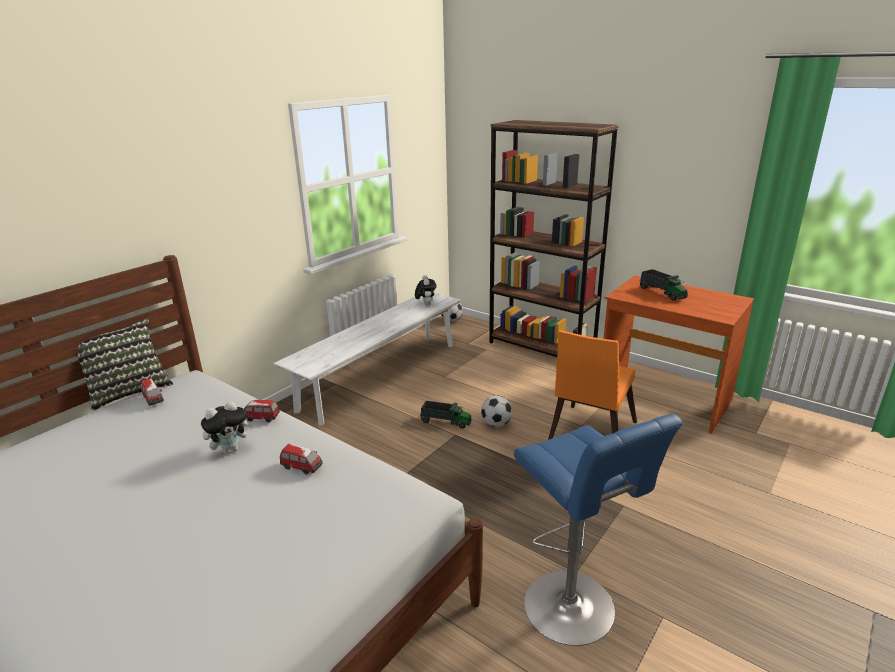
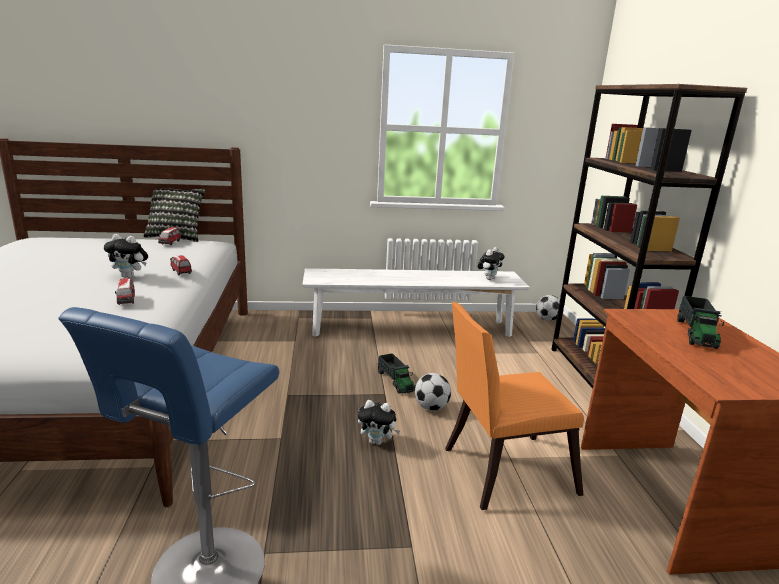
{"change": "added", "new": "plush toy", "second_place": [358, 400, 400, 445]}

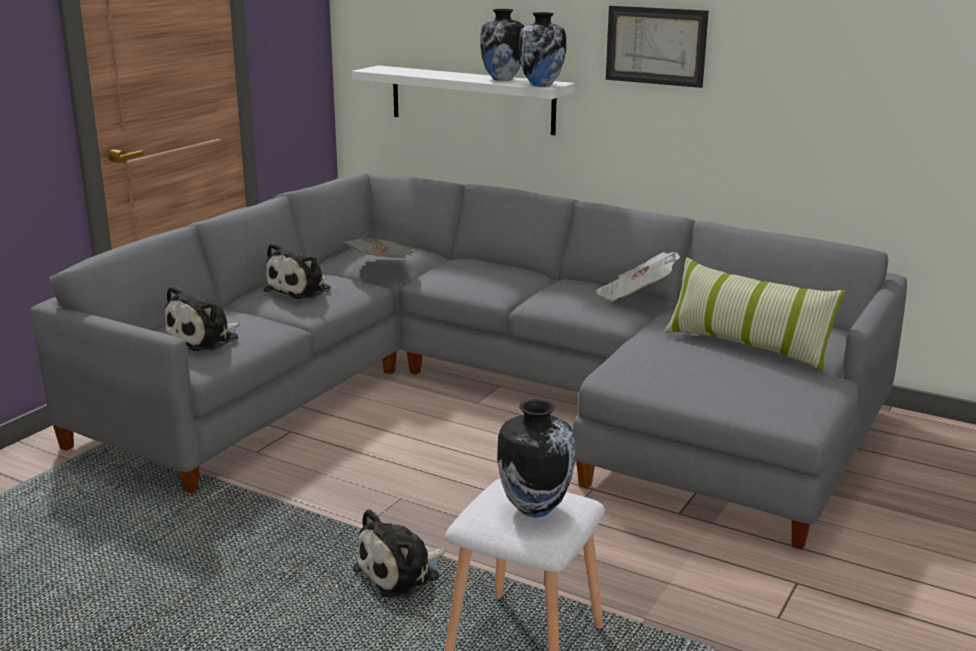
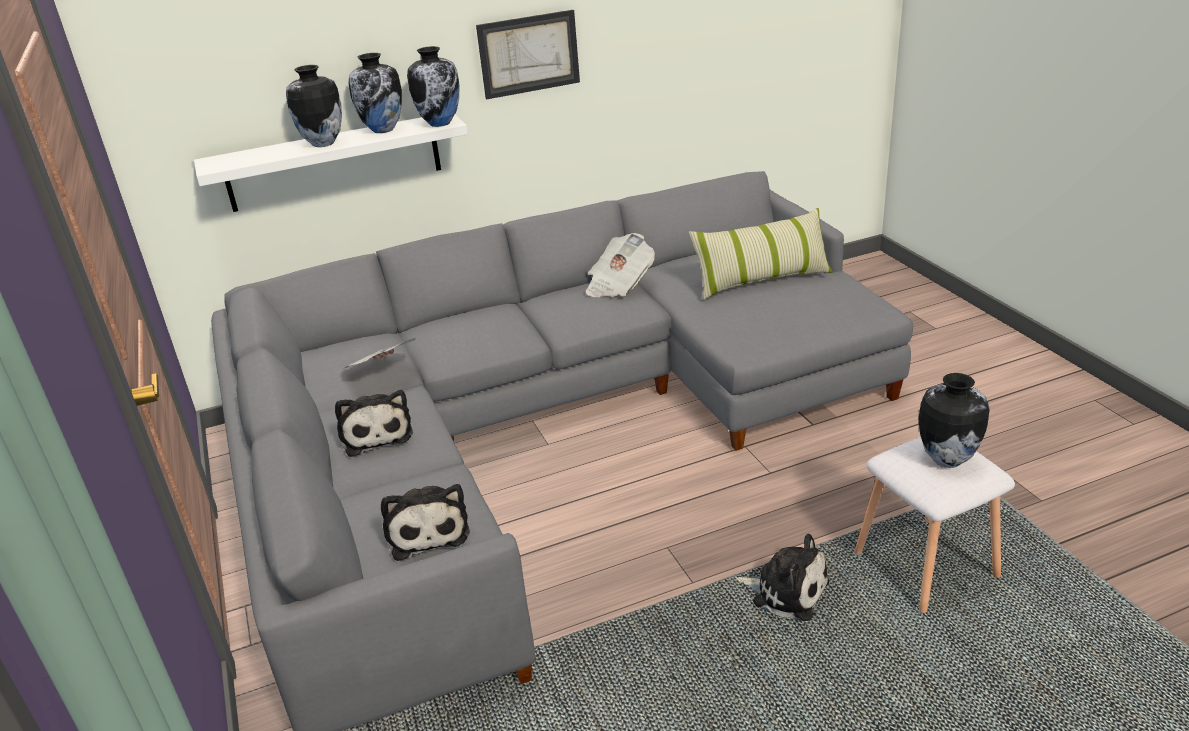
{"change": "turned", "old": "plush toy", "first_place": [353, 509, 445, 598], "second_place": [736, 534, 829, 621], "degrees": -60}
{"change": "added", "new": "vase", "second_place": [286, 65, 342, 147]}

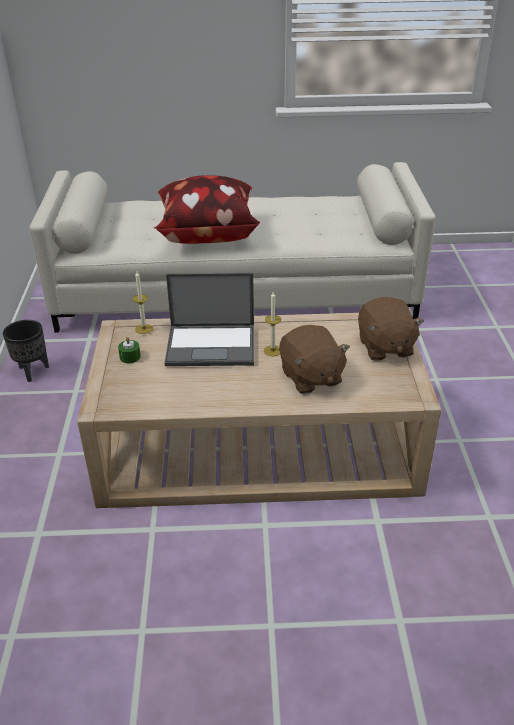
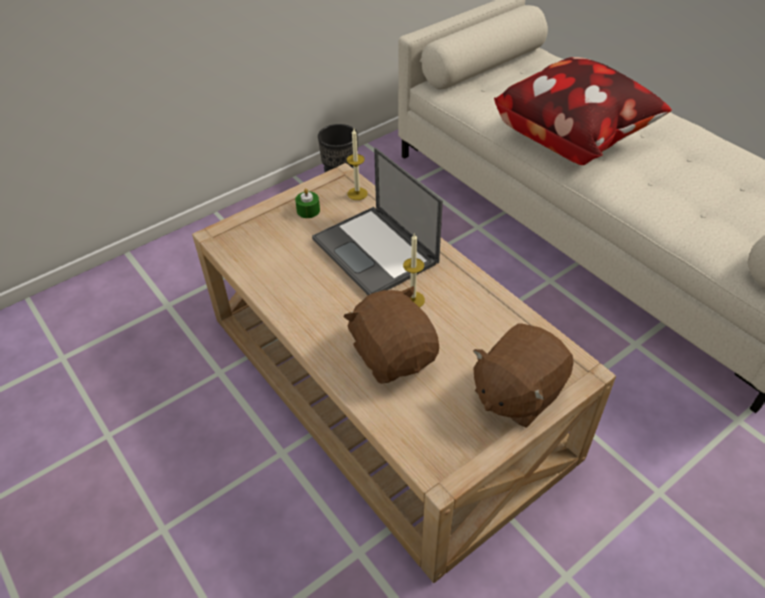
{"change": "turned", "old": "brown plush toy", "first_place": [279, 325, 350, 394], "second_place": [343, 286, 439, 384], "degrees": 120}

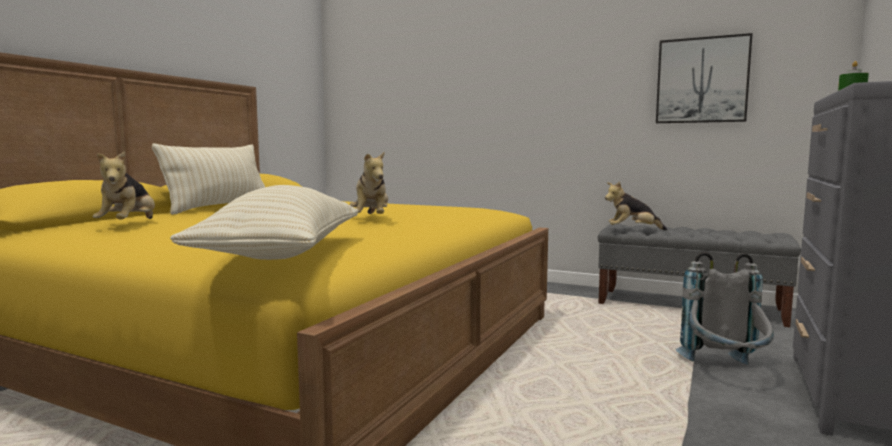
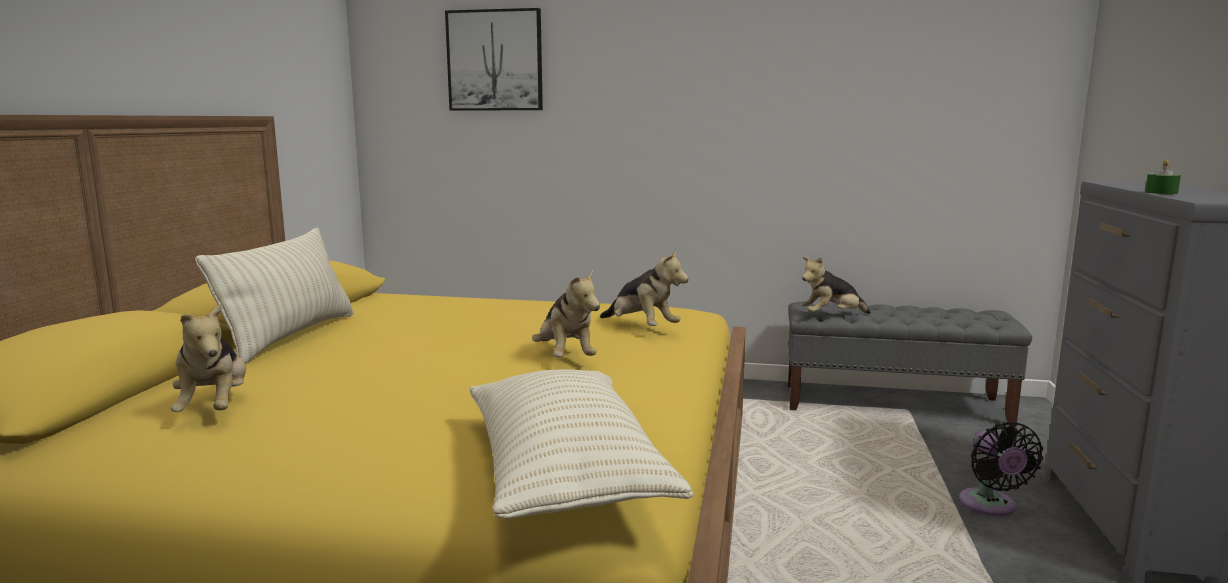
{"change": "moved", "old": "picture", "first_place": [656, 33, 753, 123], "second_place": [445, 8, 543, 110]}
{"change": "replaced", "old": "grey backpack", "new": "black fan", "first_place": [675, 252, 774, 365], "second_place": [959, 422, 1043, 516]}
{"change": "added", "new": "plush toy", "second_place": [600, 248, 689, 326]}

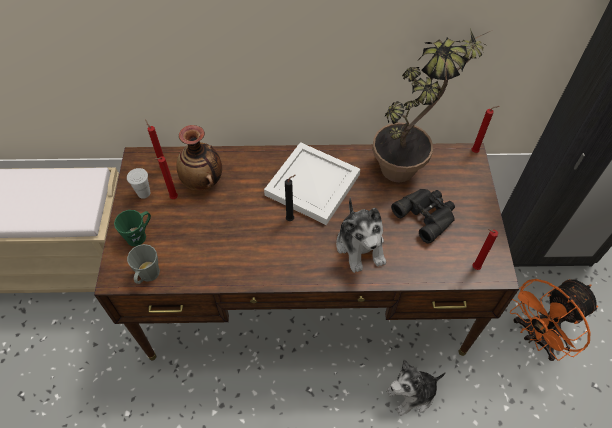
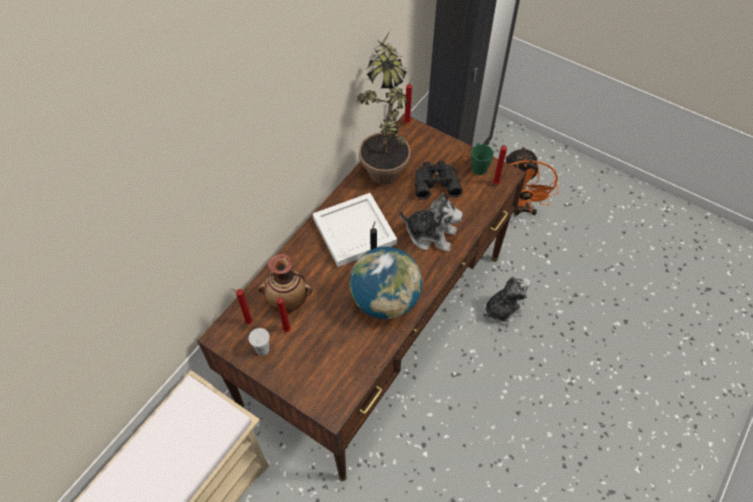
{"change": "moved", "old": "green mug", "first_place": [114, 210, 151, 246], "second_place": [471, 143, 494, 175]}
{"change": "removed", "old": "grey mug", "first_place": [127, 244, 160, 284]}
{"change": "turned", "old": "plush toy", "first_place": [386, 359, 446, 416], "second_place": [483, 276, 531, 325], "degrees": -135}
{"change": "added", "new": "globe", "second_place": [349, 247, 422, 319]}

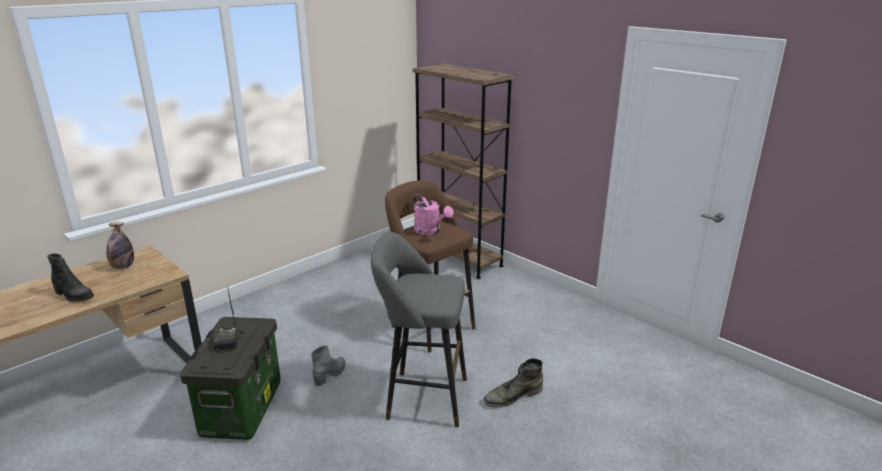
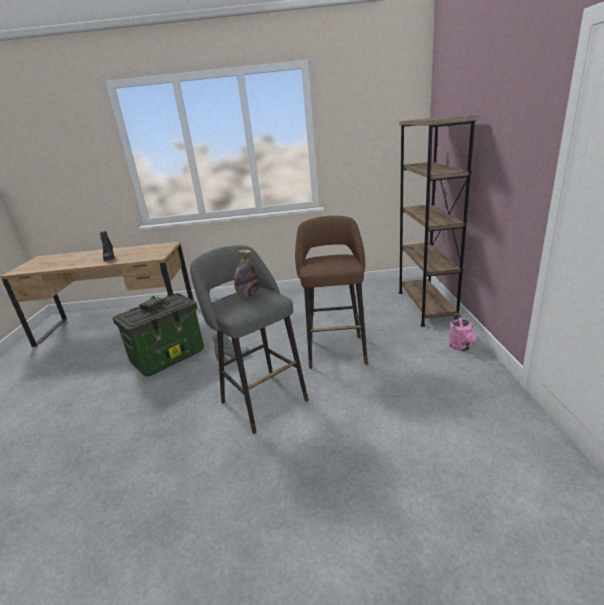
{"change": "moved", "old": "pink watering can", "first_place": [413, 194, 454, 235], "second_place": [449, 313, 477, 351]}
{"change": "moved", "old": "bottle", "first_place": [106, 222, 134, 269], "second_place": [234, 250, 259, 298]}
{"change": "removed", "old": "green boot", "first_place": [483, 358, 543, 407]}

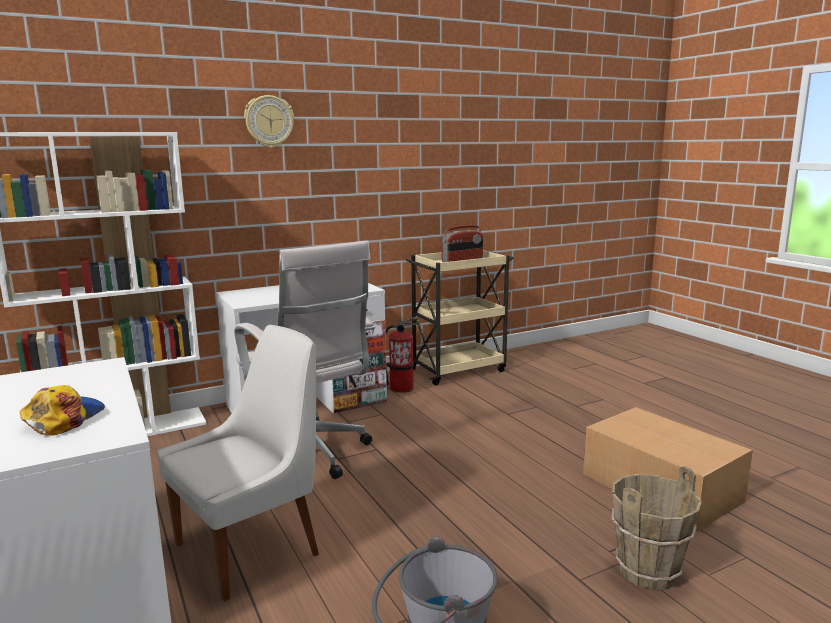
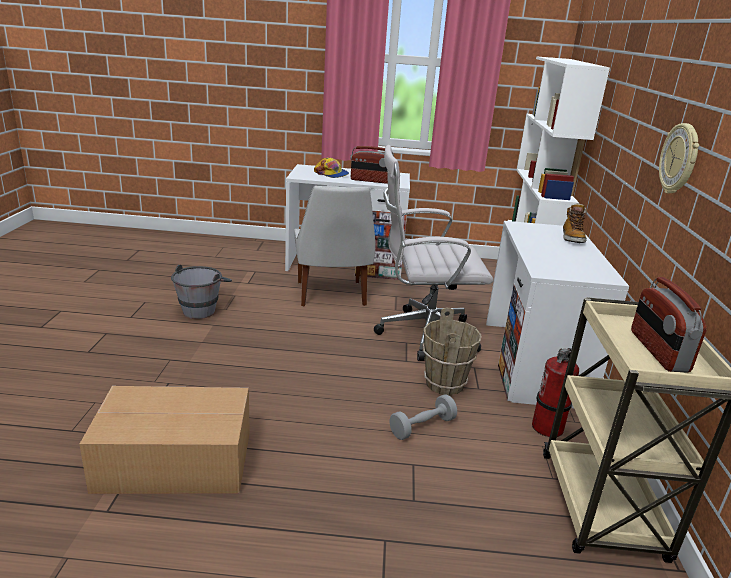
{"change": "moved", "old": "wall clock", "first_place": [244, 95, 294, 148], "second_place": [659, 123, 699, 193]}
{"change": "moved", "old": "brown bucket", "first_place": [612, 467, 702, 590], "second_place": [422, 308, 482, 395]}
{"change": "added", "new": "radio", "second_place": [350, 146, 394, 184]}
{"change": "added", "new": "boot", "second_place": [563, 203, 587, 243]}
{"change": "added", "new": "grey dumbbell", "second_place": [390, 394, 457, 440]}

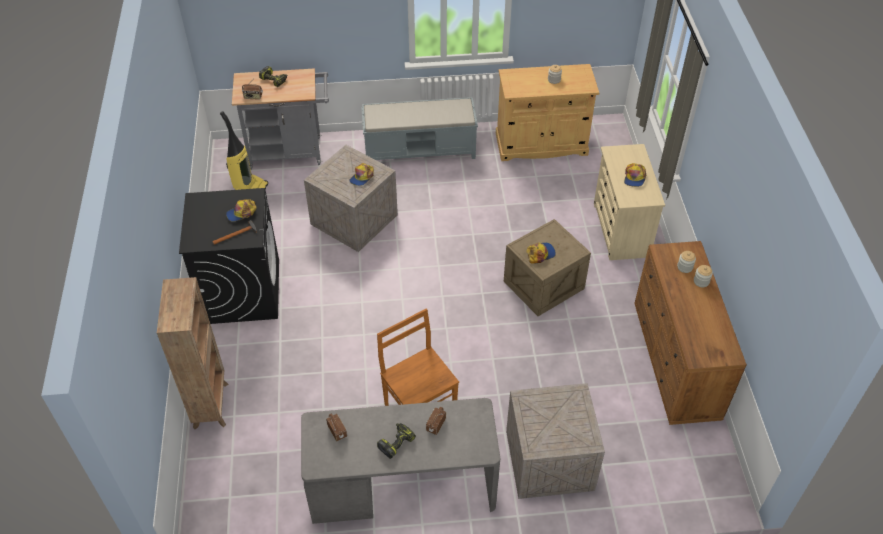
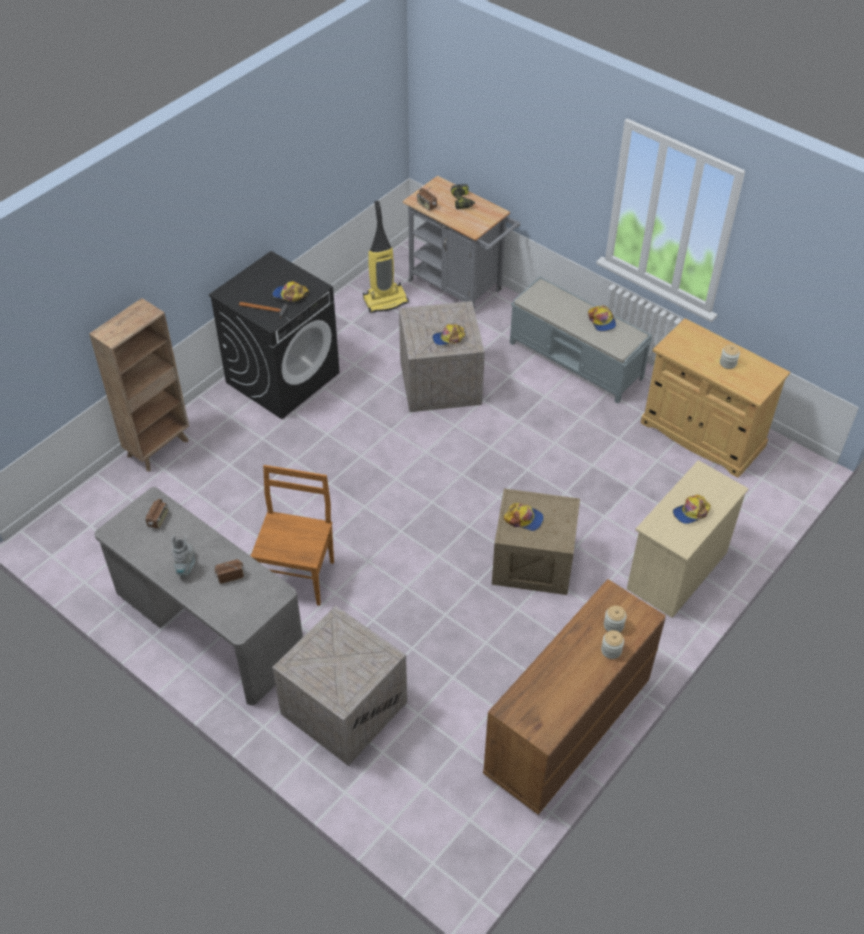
{"change": "replaced", "old": "power drill", "new": "grey boot", "first_place": [377, 423, 416, 459], "second_place": [171, 535, 195, 576]}
{"change": "added", "new": "cap", "second_place": [588, 305, 616, 332]}

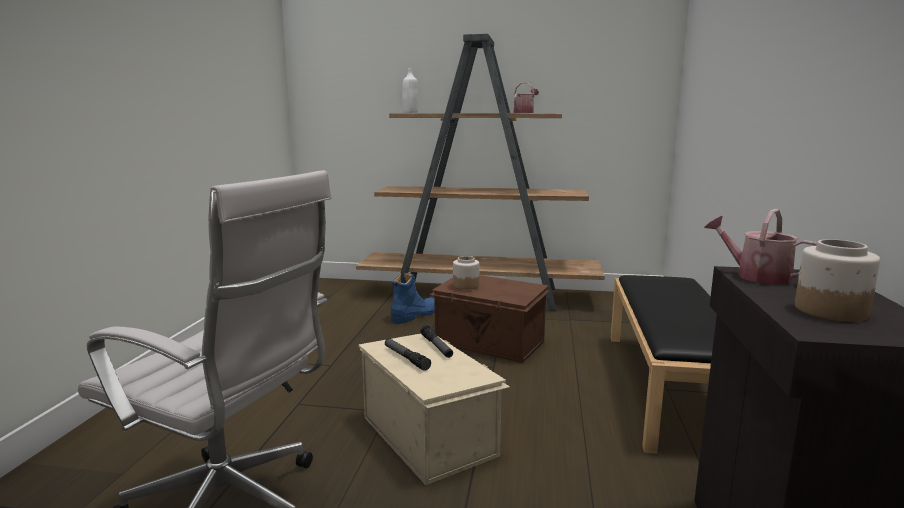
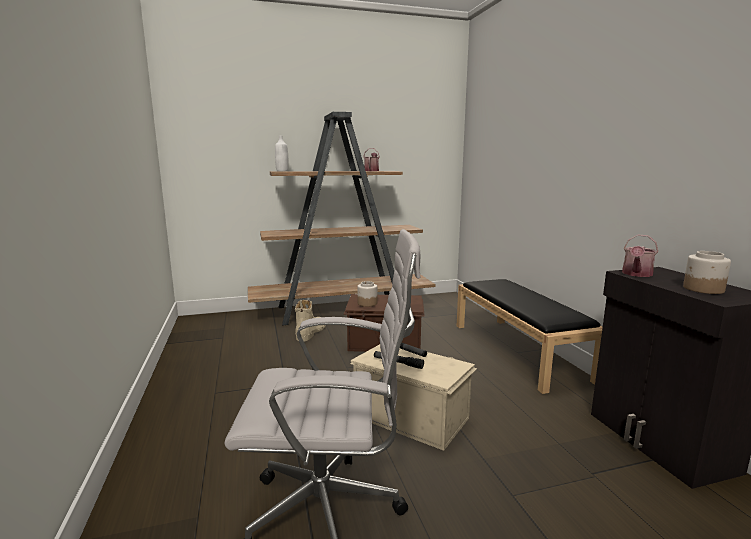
{"change": "turned", "old": "watering can", "first_place": [704, 209, 817, 285], "second_place": [622, 234, 658, 277], "degrees": -75}
{"change": "recoloured", "old": "blue boot", "new": "beige boot", "first_place": [391, 273, 435, 324], "second_place": [295, 300, 325, 341]}

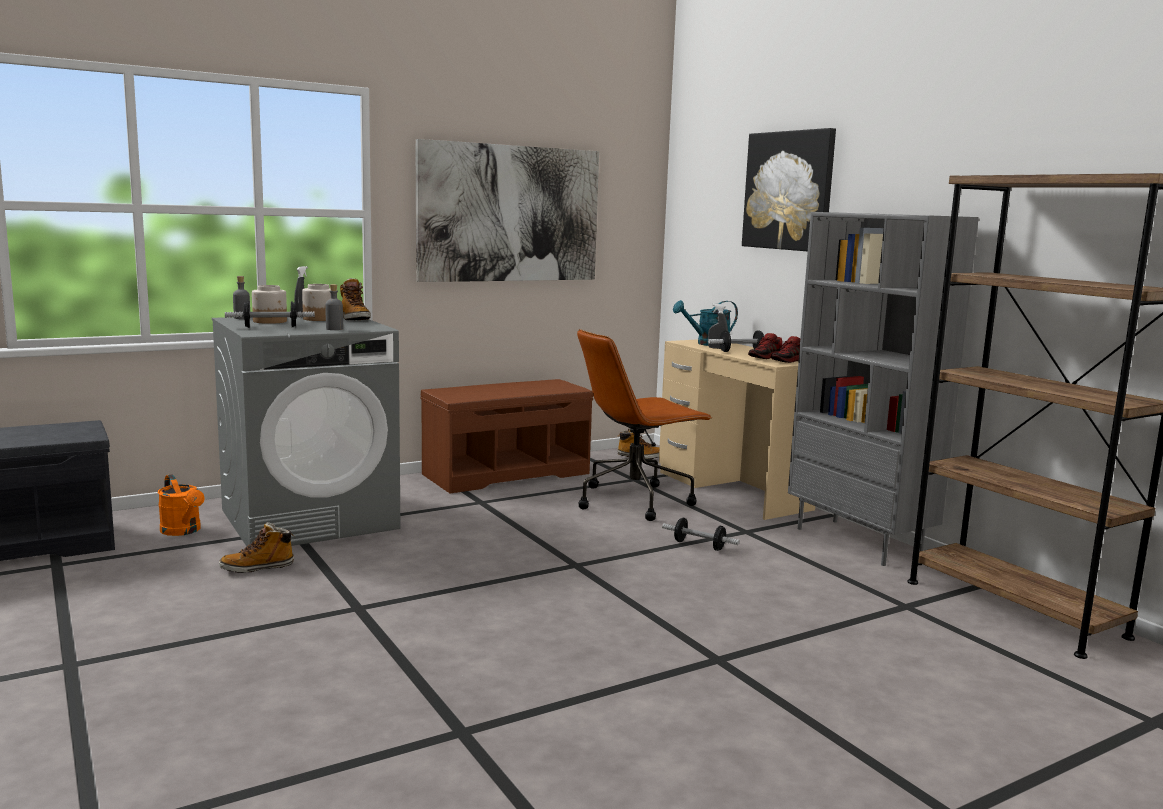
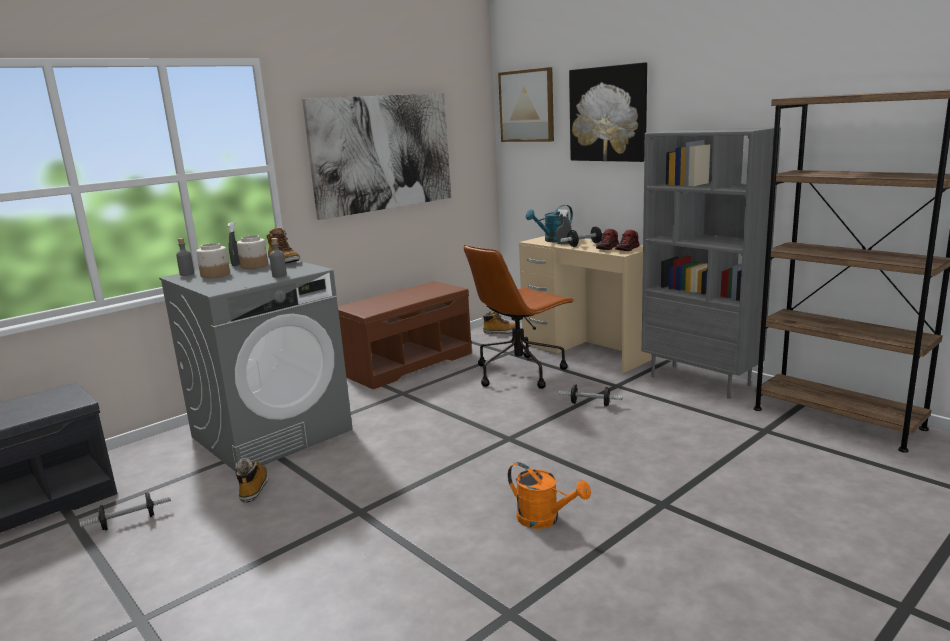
{"change": "moved", "old": "dumbbell", "first_place": [225, 301, 315, 328], "second_place": [79, 493, 171, 531]}
{"change": "moved", "old": "orange watering can", "first_place": [158, 474, 204, 536], "second_place": [508, 462, 591, 529]}
{"change": "turned", "old": "boot", "first_place": [219, 522, 294, 573], "second_place": [235, 457, 269, 503], "degrees": 120}
{"change": "added", "new": "picture", "second_place": [498, 67, 554, 142]}

